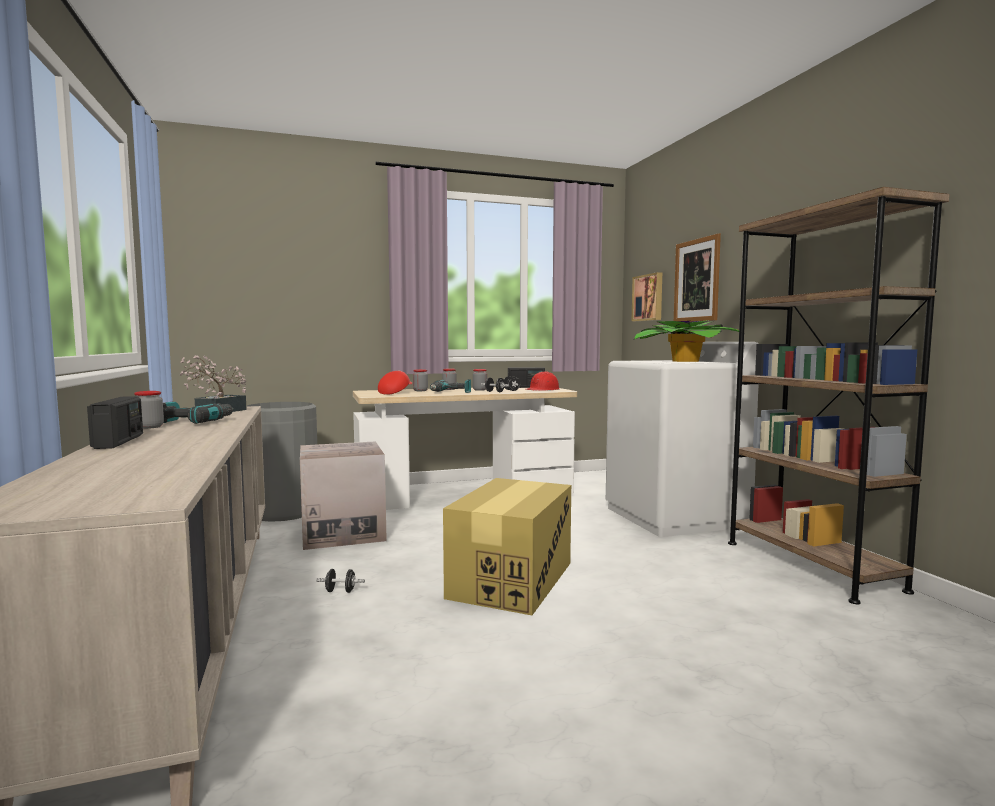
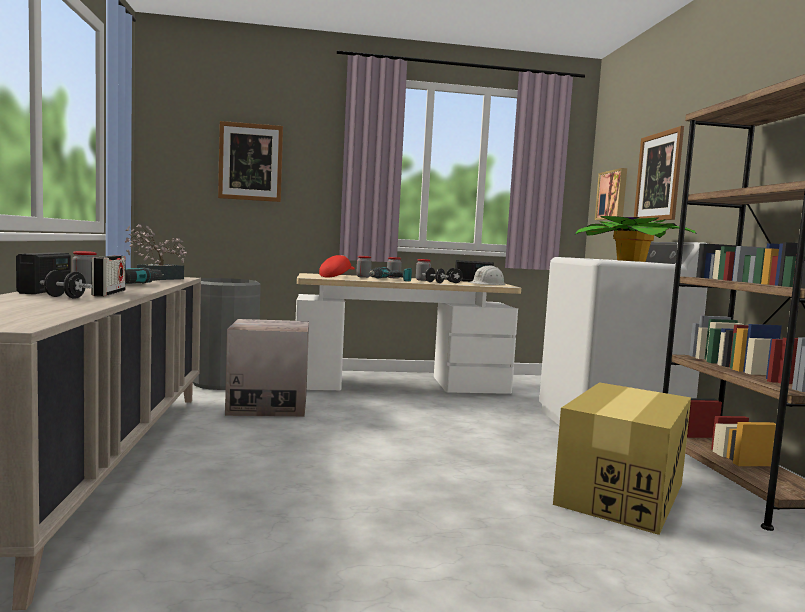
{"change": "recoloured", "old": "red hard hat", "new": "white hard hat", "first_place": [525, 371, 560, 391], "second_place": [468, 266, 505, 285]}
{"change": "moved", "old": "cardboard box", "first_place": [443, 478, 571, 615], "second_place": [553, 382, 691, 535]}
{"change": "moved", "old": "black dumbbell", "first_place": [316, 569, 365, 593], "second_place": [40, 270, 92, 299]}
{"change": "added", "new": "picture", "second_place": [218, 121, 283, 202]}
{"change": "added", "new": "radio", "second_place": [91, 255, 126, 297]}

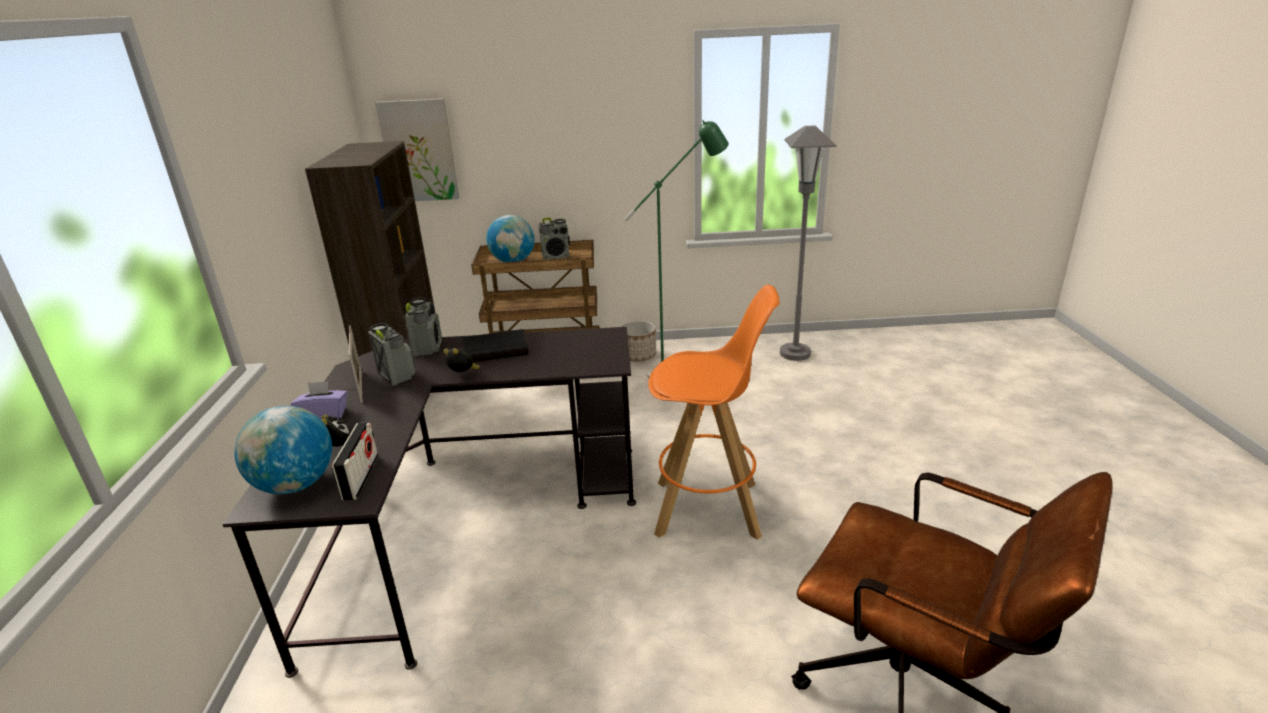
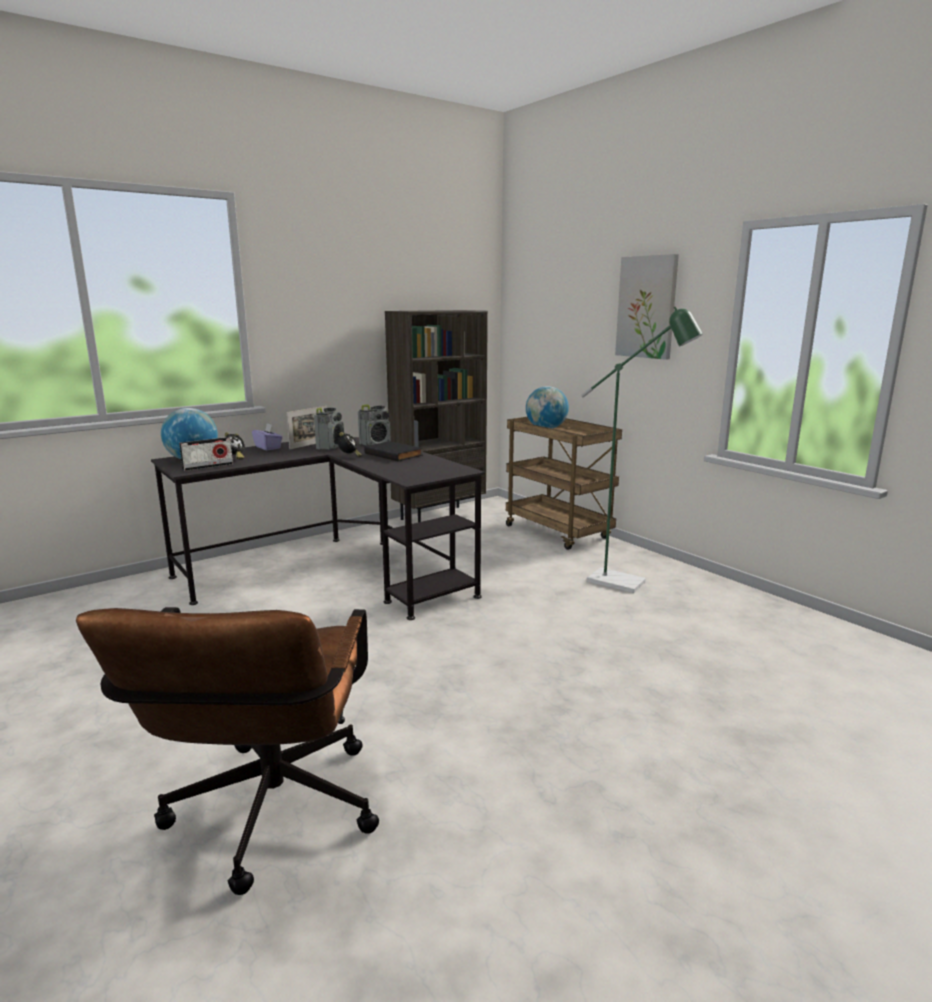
{"change": "moved", "old": "picture", "first_place": [375, 98, 459, 201], "second_place": [615, 254, 679, 360]}
{"change": "removed", "old": "grey floor lamp", "first_place": [780, 125, 837, 361]}
{"change": "removed", "old": "radio", "first_place": [539, 217, 570, 260]}
{"change": "removed", "old": "orange stool", "first_place": [648, 285, 780, 539]}
{"change": "removed", "old": "planter", "first_place": [620, 321, 656, 361]}

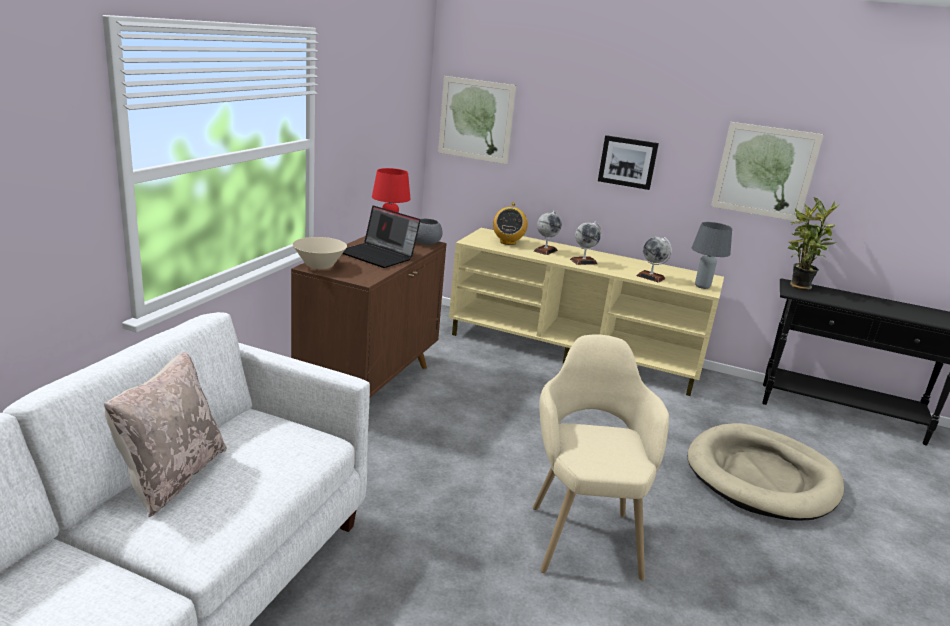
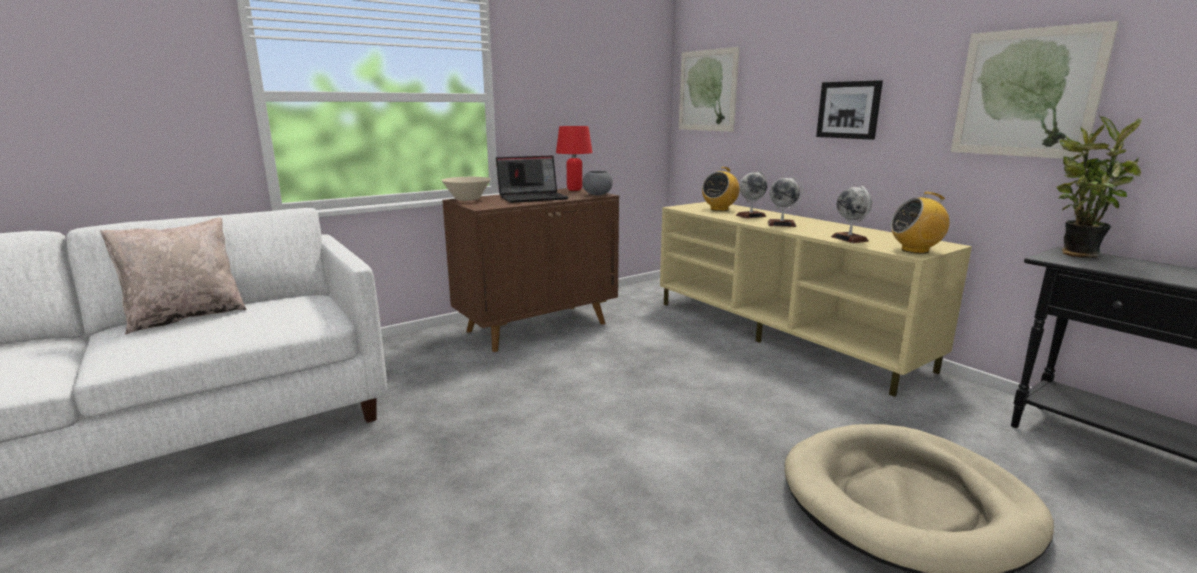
{"change": "turned", "old": "laptop", "first_place": [342, 206, 421, 268], "second_place": [496, 156, 569, 203], "degrees": -90}
{"change": "replaced", "old": "grey table lamp", "new": "radio", "first_place": [692, 222, 732, 289], "second_place": [890, 192, 949, 254]}
{"change": "removed", "old": "beige armchair", "first_place": [533, 334, 669, 581]}

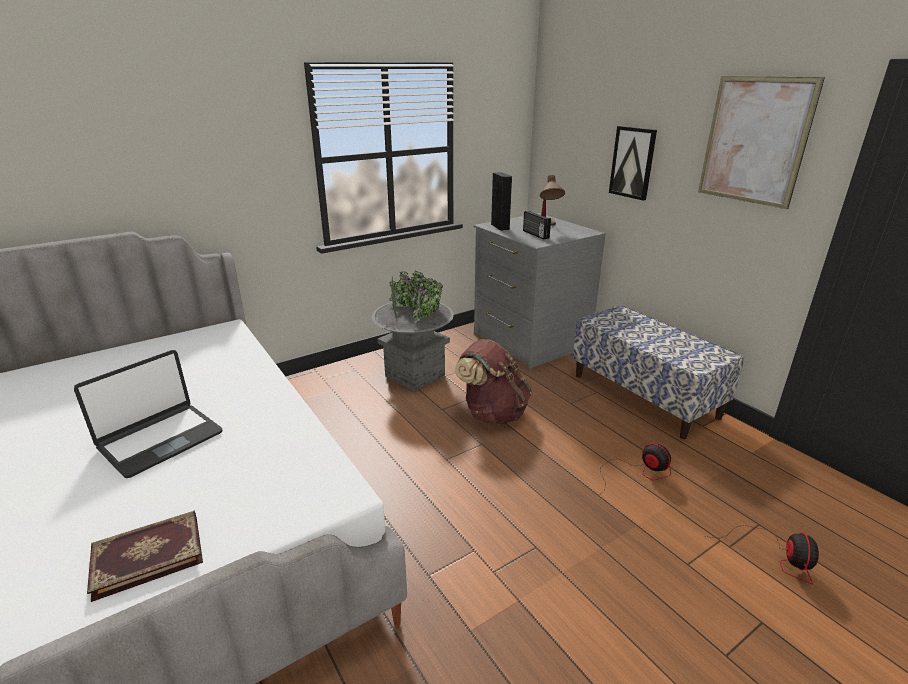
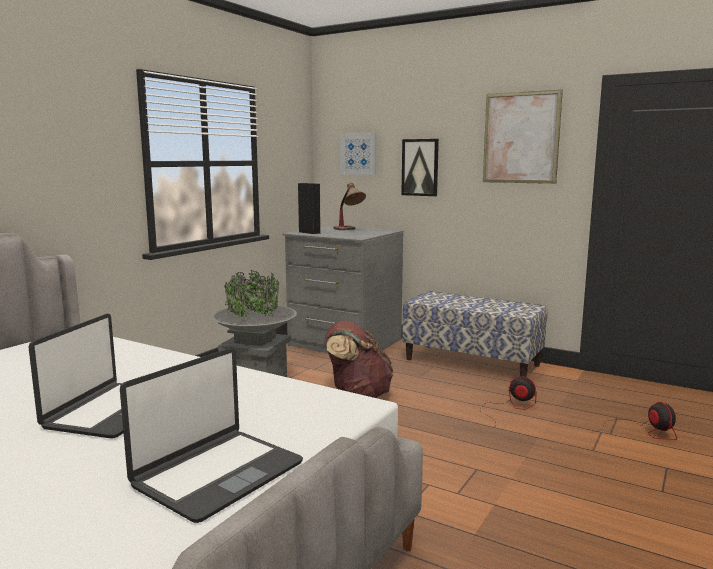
{"change": "removed", "old": "radio", "first_place": [523, 211, 551, 239]}
{"change": "replaced", "old": "book", "new": "laptop", "first_place": [87, 511, 203, 602], "second_place": [120, 348, 303, 523]}
{"change": "added", "new": "picture", "second_place": [340, 133, 376, 175]}

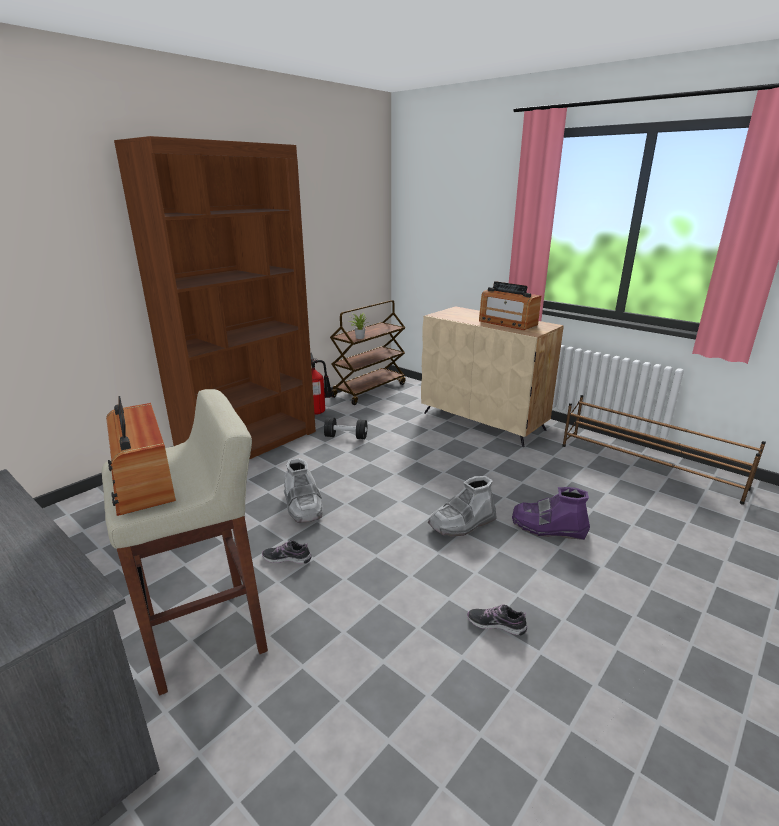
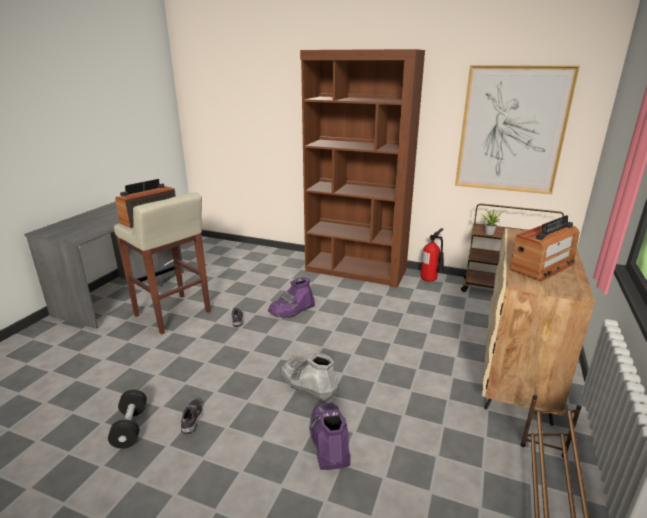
{"change": "turned", "old": "radio", "first_place": [479, 281, 541, 330], "second_place": [510, 215, 580, 281], "degrees": -150}
{"change": "moved", "old": "black dumbbell", "first_place": [324, 417, 367, 439], "second_place": [108, 390, 147, 449]}
{"change": "recoloured", "old": "grey boot", "new": "purple boot", "first_place": [284, 458, 323, 523], "second_place": [268, 277, 315, 318]}
{"change": "added", "new": "picture", "second_place": [455, 65, 580, 194]}

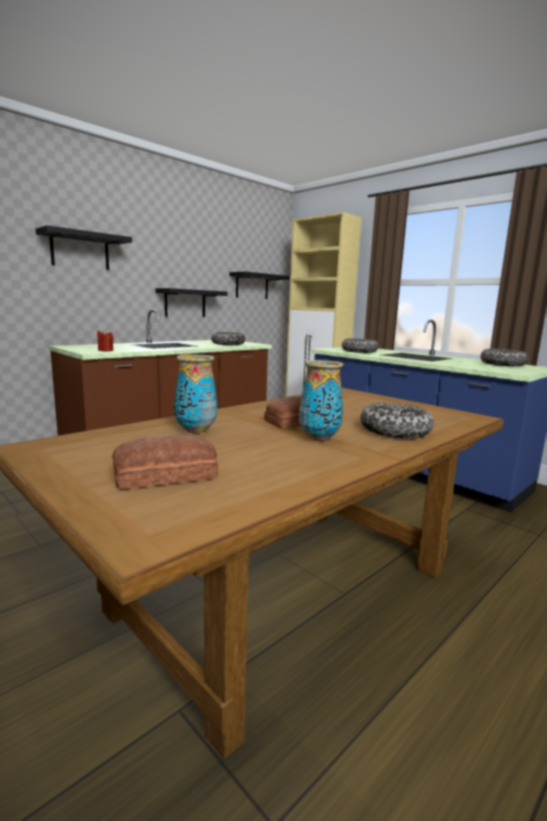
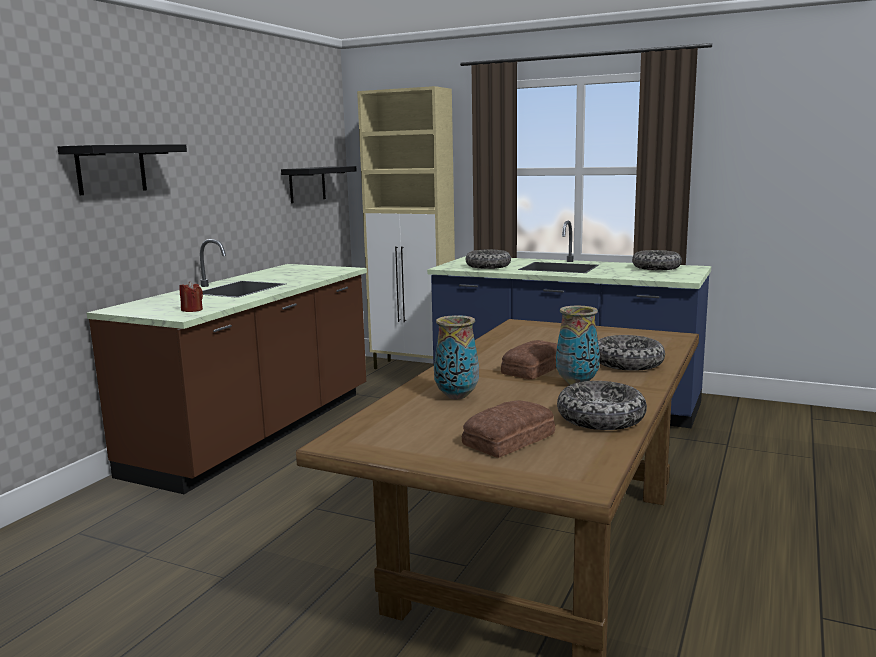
{"change": "removed", "old": "black shelf", "first_place": [155, 288, 228, 317]}
{"change": "moved", "old": "bowl", "first_place": [211, 332, 245, 345], "second_place": [557, 381, 647, 430]}

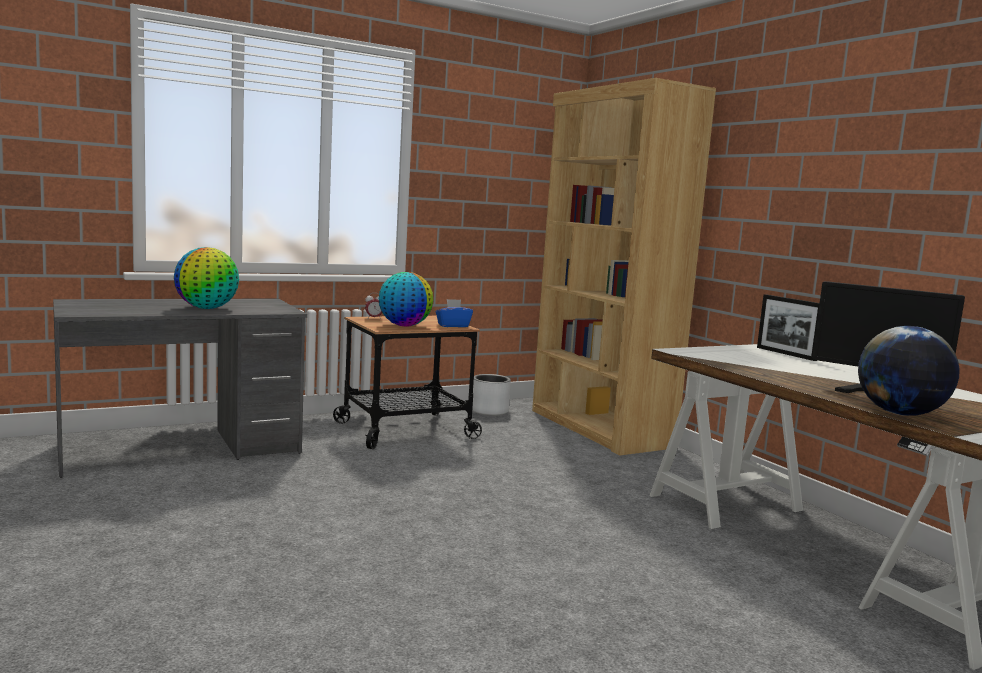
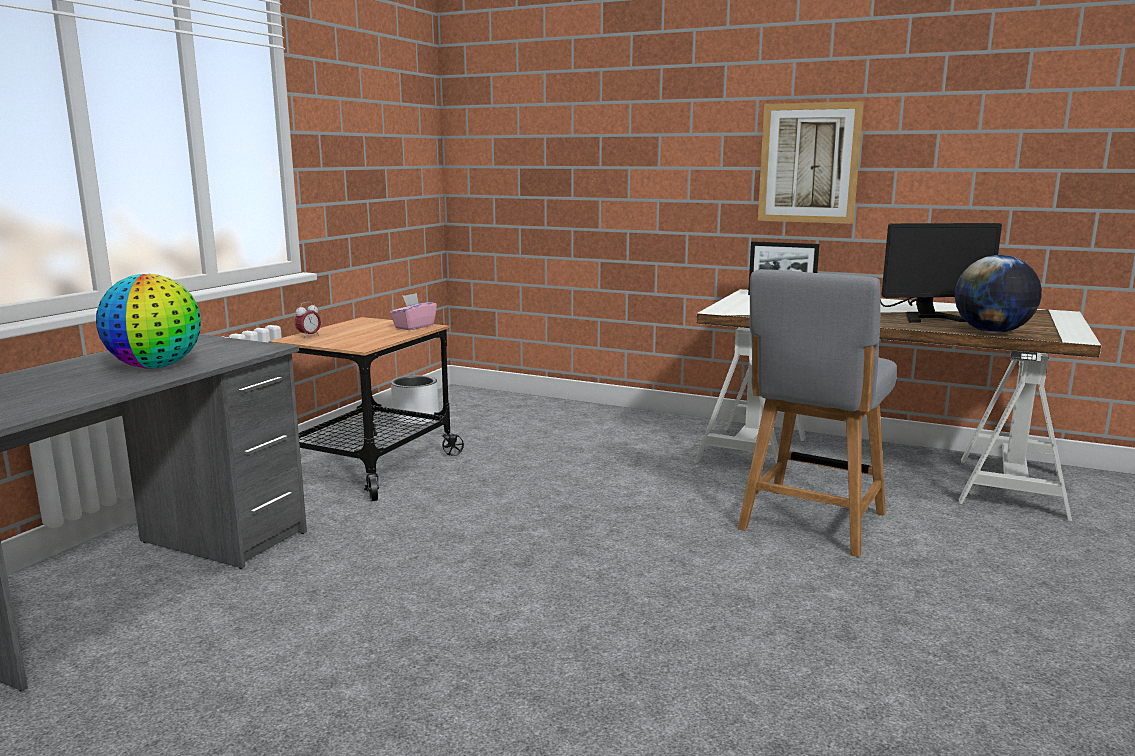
{"change": "removed", "old": "brown bookcase", "first_place": [532, 78, 716, 455]}
{"change": "removed", "old": "globe", "first_place": [379, 272, 433, 326]}
{"change": "recoloured", "old": "blue tissue box", "new": "pink tissue box", "first_place": [435, 299, 473, 327], "second_place": [390, 293, 437, 330]}
{"change": "added", "new": "picture", "second_place": [758, 101, 864, 224]}
{"change": "added", "new": "grey chair", "second_place": [738, 269, 897, 557]}

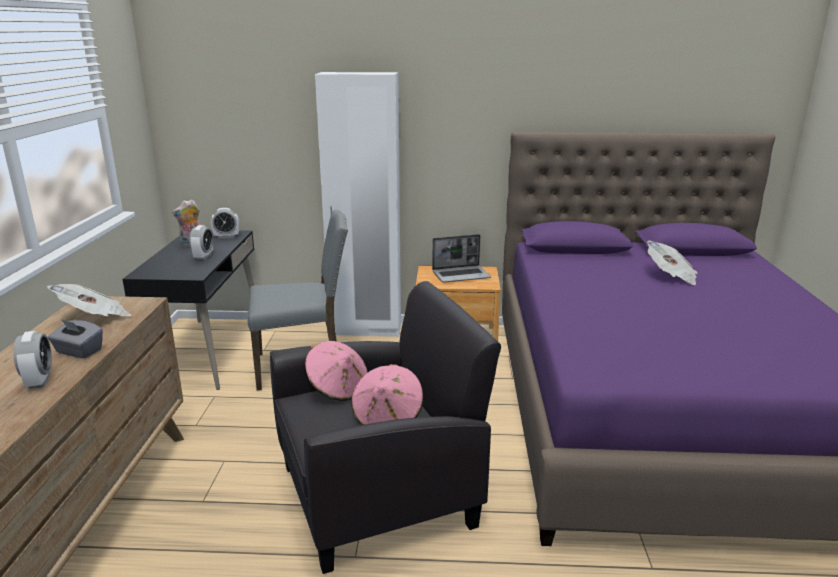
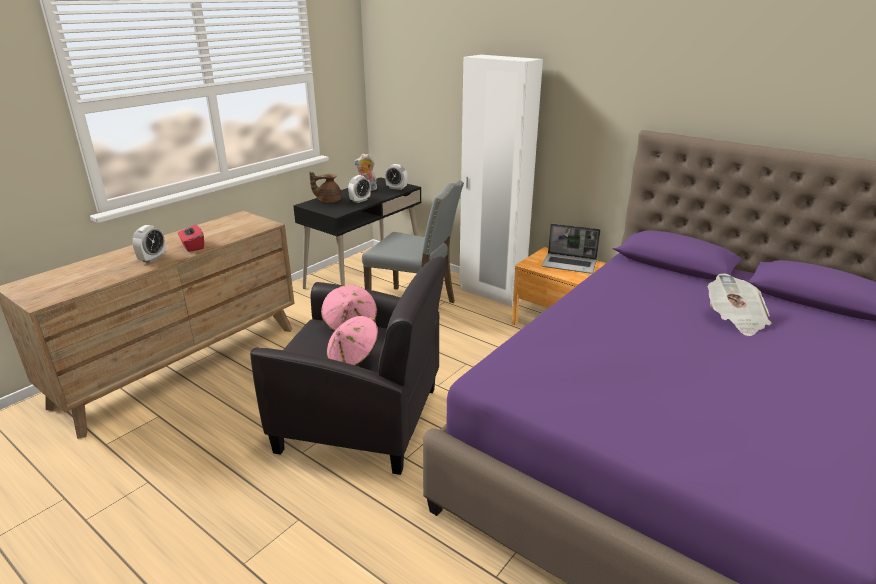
{"change": "removed", "old": "newspaper", "first_place": [47, 284, 132, 316]}
{"change": "recoloured", "old": "grey tissue box", "new": "red tissue box", "first_place": [48, 319, 103, 358], "second_place": [178, 223, 204, 252]}
{"change": "added", "new": "brown teapot", "second_place": [309, 171, 342, 203]}

